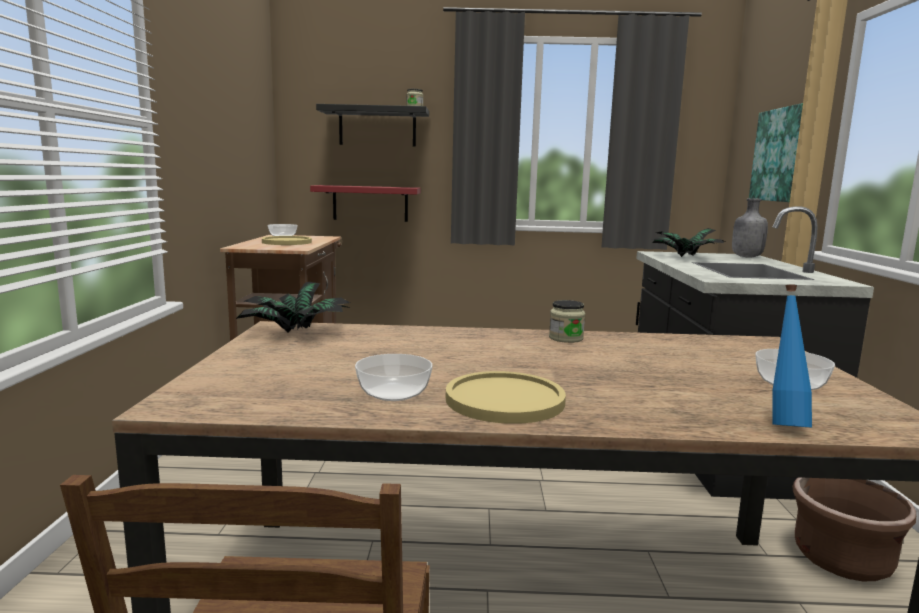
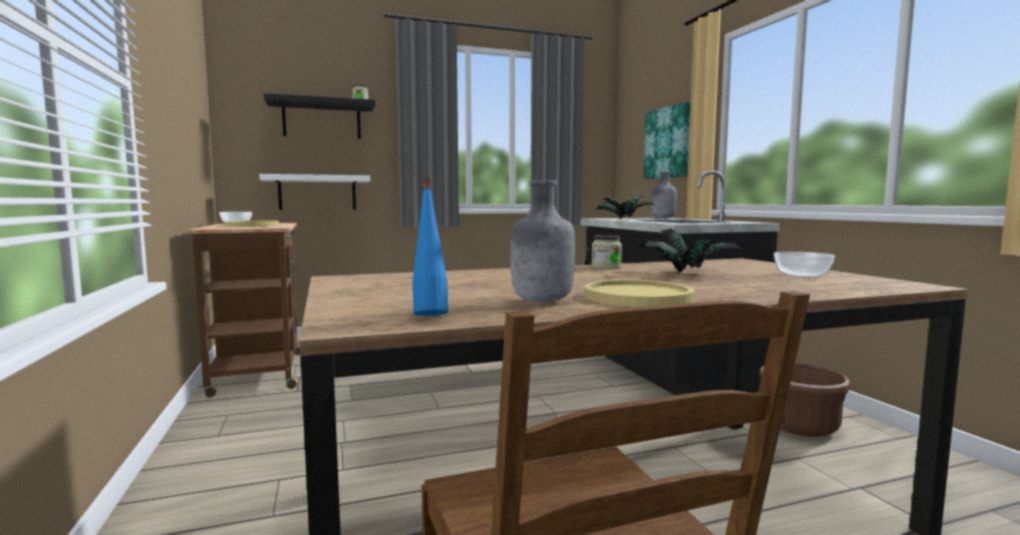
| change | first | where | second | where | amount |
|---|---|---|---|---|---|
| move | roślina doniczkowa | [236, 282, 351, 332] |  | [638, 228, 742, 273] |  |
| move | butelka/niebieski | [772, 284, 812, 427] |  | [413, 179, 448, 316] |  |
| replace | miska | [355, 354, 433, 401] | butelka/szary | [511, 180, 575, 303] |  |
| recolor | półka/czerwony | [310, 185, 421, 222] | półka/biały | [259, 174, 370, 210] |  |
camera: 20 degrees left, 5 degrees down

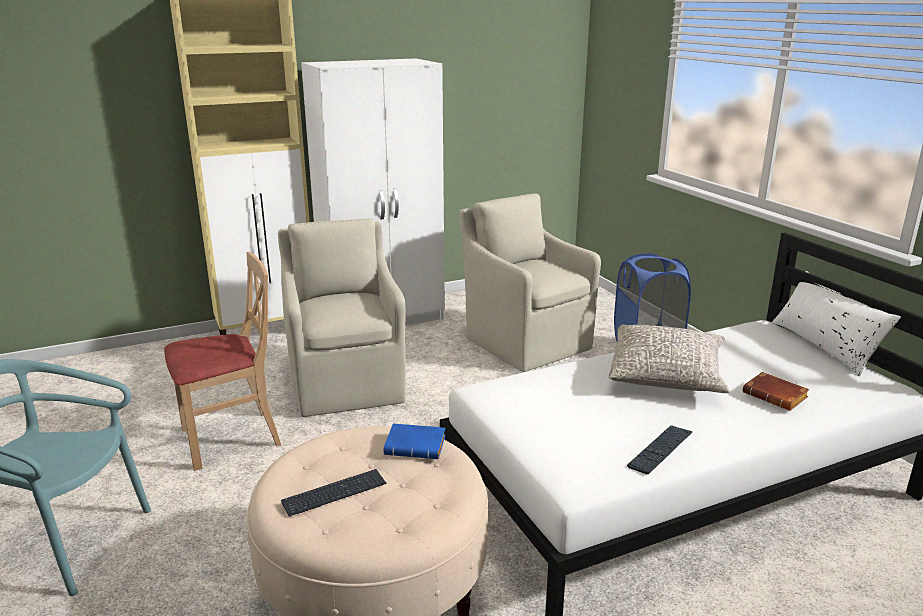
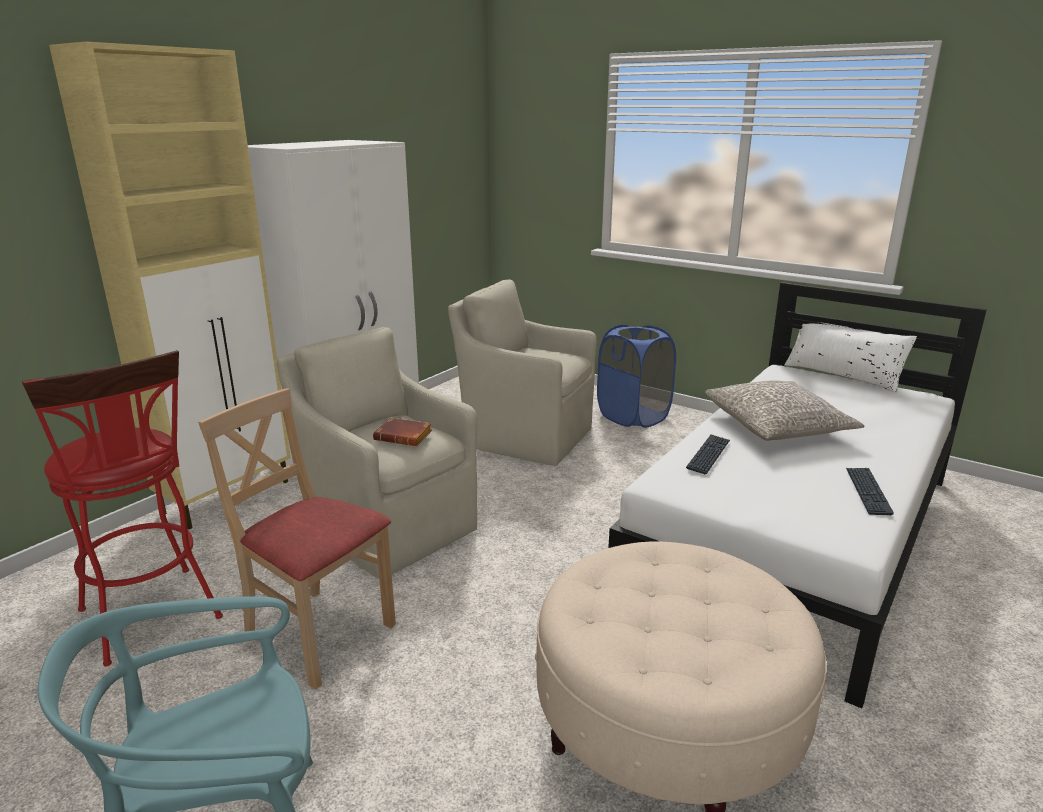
| change | first | where | second | where | amount |
|---|---|---|---|---|---|
| delete | książka/niebieski | [384, 424, 446, 459] |  |  |  |
| insert |  |  | stołek/czerwony | [22, 350, 223, 666] |  |
| move | klawiatura | [281, 469, 386, 517] |  | [686, 434, 730, 474] |  |
| move | książka/brązowy | [742, 372, 810, 411] |  | [373, 417, 432, 446] |  |
| rotate | krzesło/beżowy | [164, 252, 281, 471] |  | [198, 388, 396, 689] | 90 degrees counterclockwise |
camera: 30 degrees left, 0 degrees up

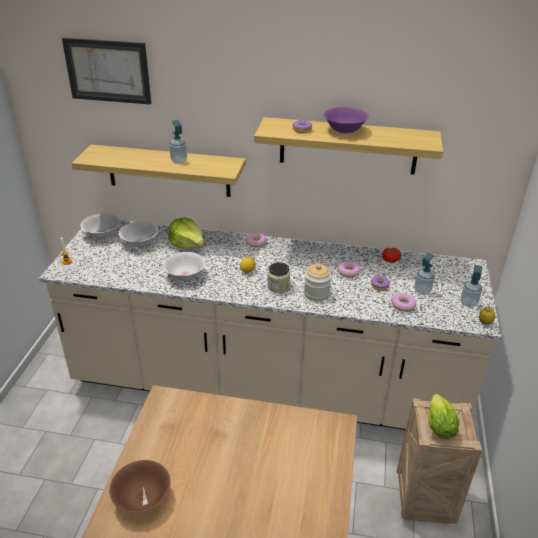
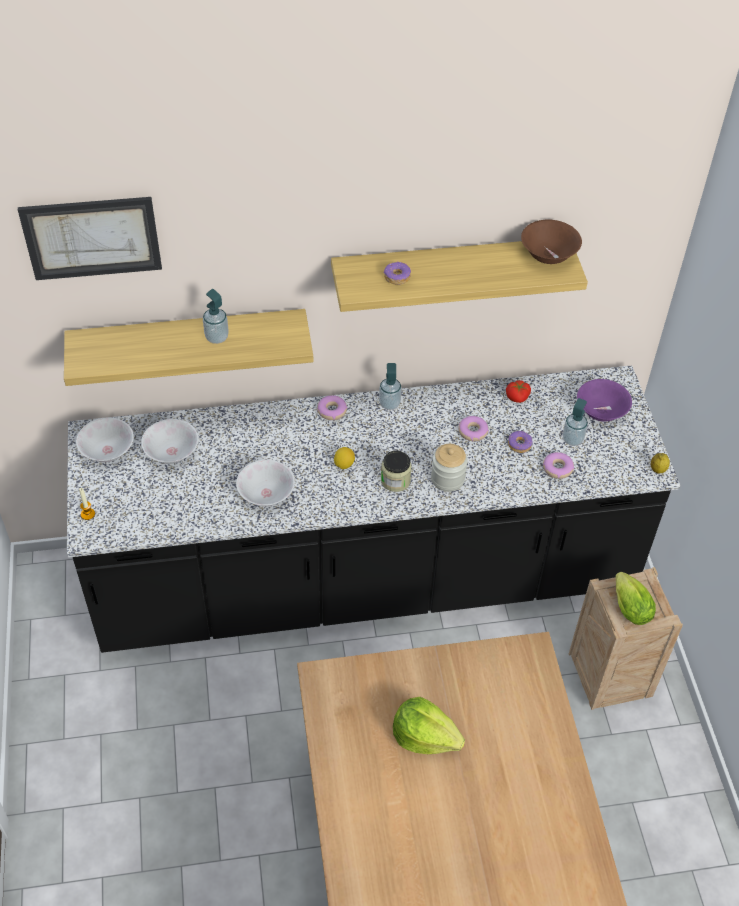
| change | first | where | second | where | amount |
|---|---|---|---|---|---|
| move | miska/brązowy | [109, 460, 171, 513] |  | [521, 220, 582, 264] |  |
| move | sałata | [169, 217, 204, 249] |  | [393, 697, 465, 754] |  |
| move | miska/fioletowy | [324, 107, 369, 134] |  | [577, 379, 632, 422] |  |
| move | dozownik mydła | [461, 265, 482, 307] |  | [379, 363, 402, 410] |  |
| recolor | zabudowa kuchenna/beżowy | [39, 220, 501, 430] | zabudowa kuchenna/czarny | [67, 365, 680, 653] |  |
camera: 20 degrees left, 15 degrees up

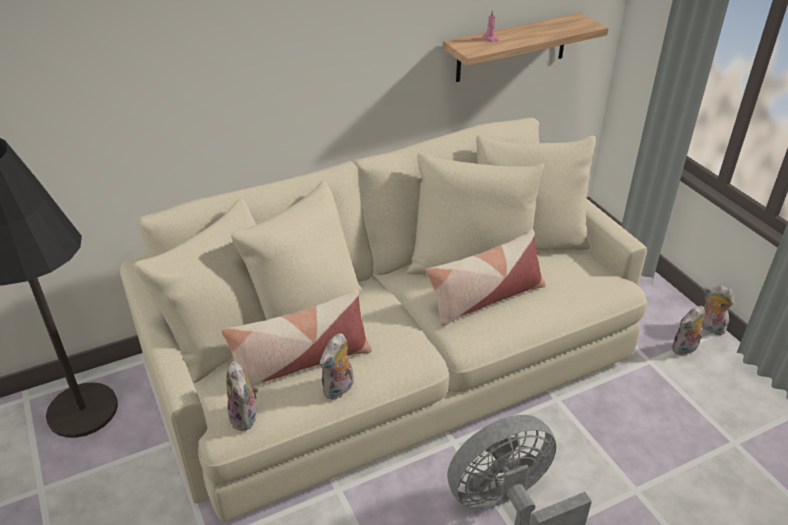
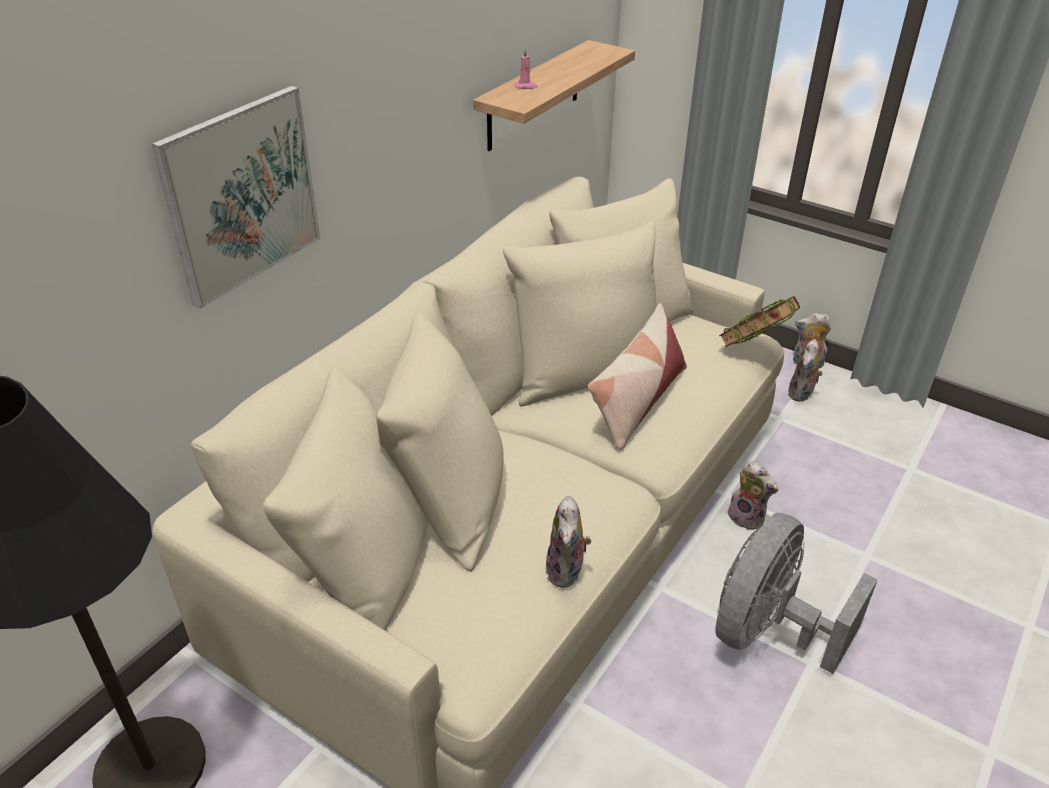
| change | first | where | second | where | amount |
|---|---|---|---|---|---|
| delete | poduszka | [221, 289, 372, 388] |  |  |  |
| insert |  |  | obraz | [152, 86, 320, 309] |  |
| insert |  |  | książka | [719, 296, 800, 347] |  |
| move | pluszak | [226, 361, 259, 431] |  | [728, 461, 779, 530] |  |
camera: 30 degrees left, 0 degrees up

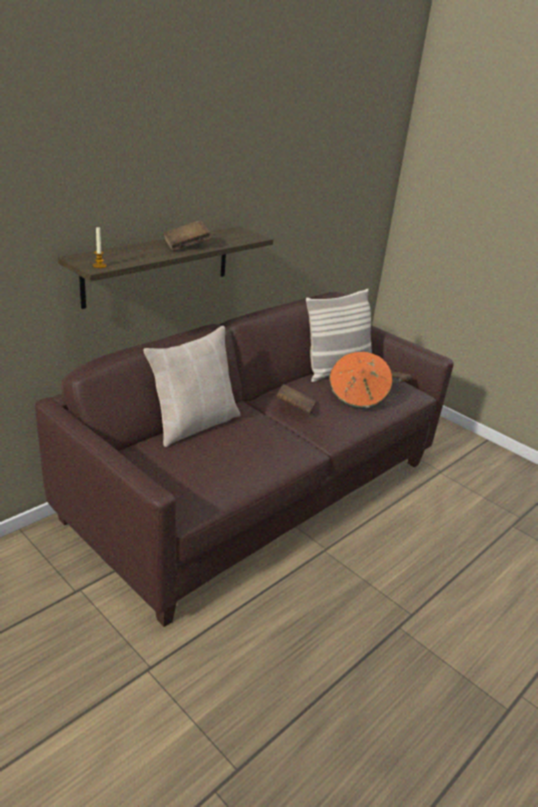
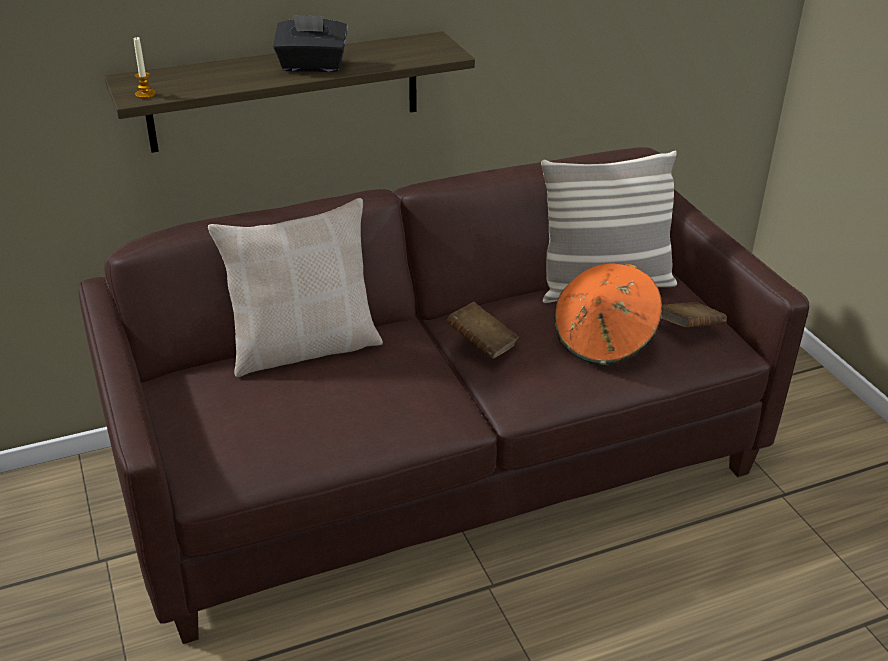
| change | first | where | second | where | amount |
|---|---|---|---|---|---|
| replace | książka/brązowy | [163, 220, 211, 251] | pudełko chusteczek/czarny | [273, 14, 348, 72] |  |
camera: 25 degrees right, 5 degrees up

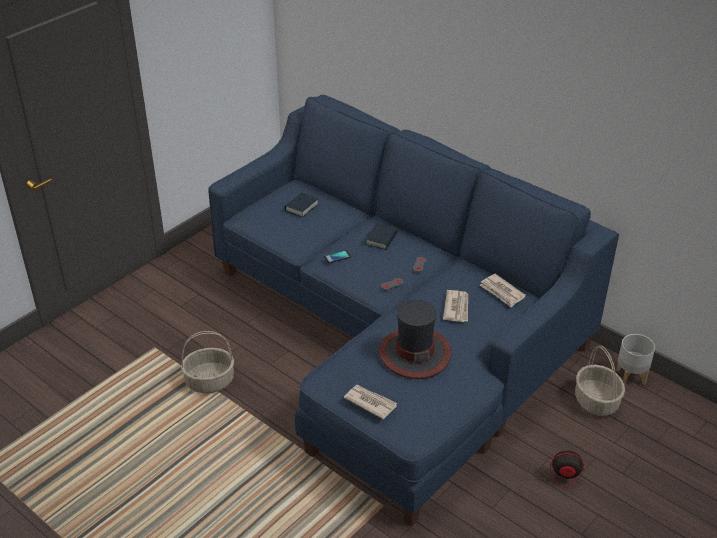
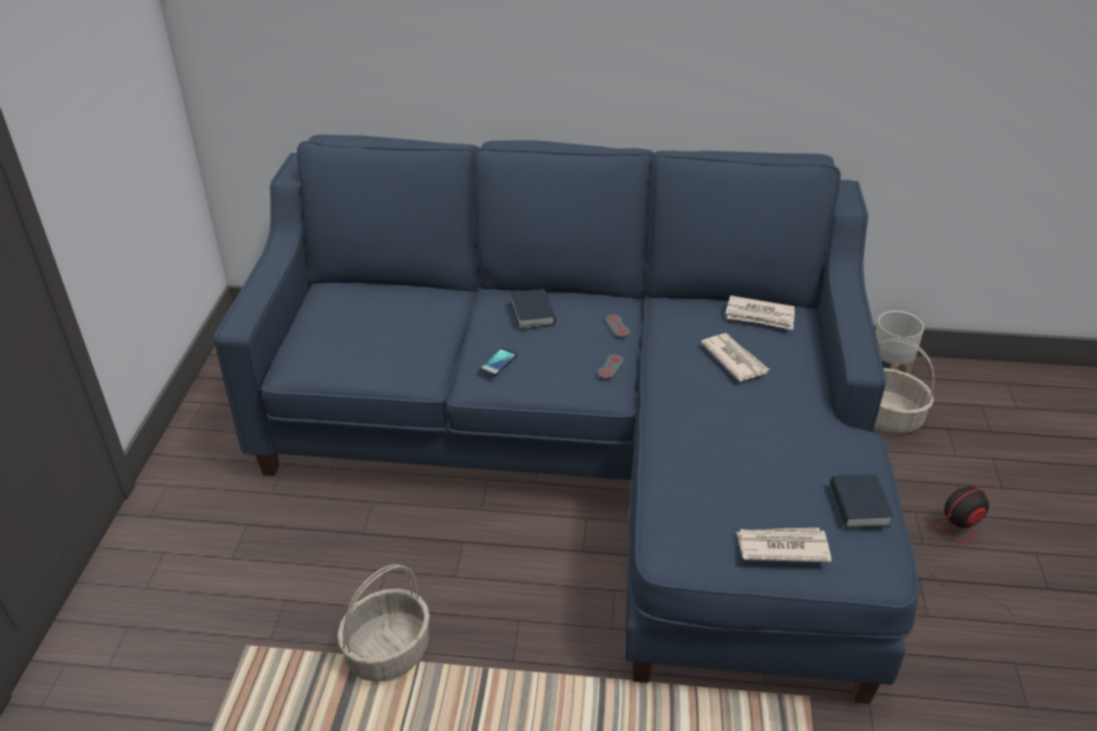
| change | first | where | second | where | amount |
|---|---|---|---|---|---|
| delete | kapelusz | [378, 300, 452, 379] |  |  |  |
| move | książka | [285, 192, 319, 217] |  | [830, 474, 893, 529] |  |
camera: 35 degrees left, 0 degrees up

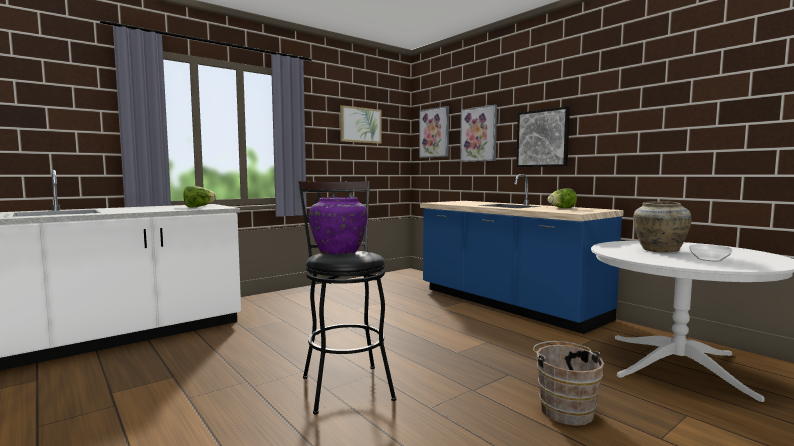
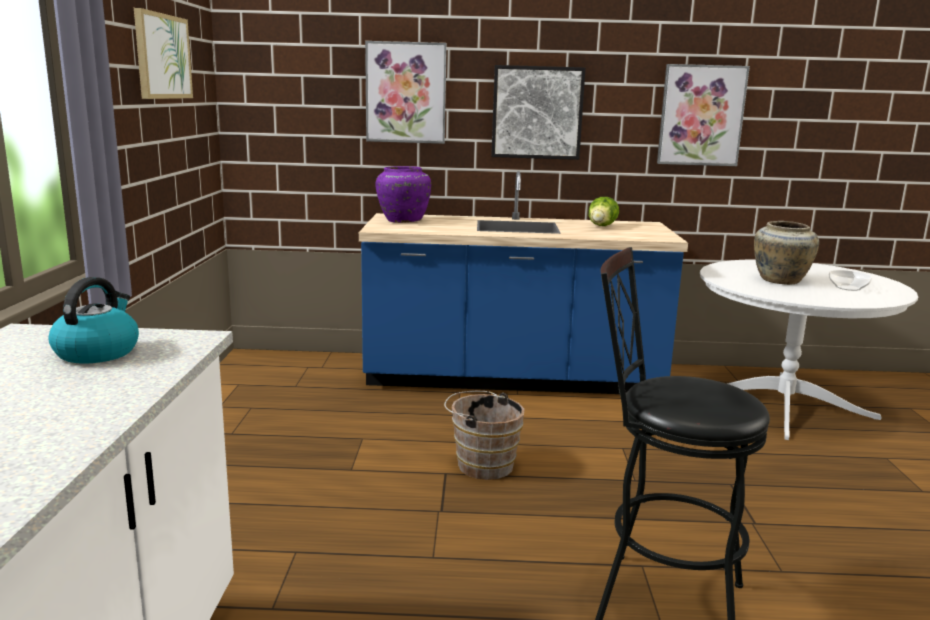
| change | first | where | second | where | amount |
|---|---|---|---|---|---|
| move | wazon/fioletowy | [309, 197, 368, 254] |  | [376, 166, 431, 223] |  |
| move | obraz | [419, 106, 449, 158] |  | [657, 64, 750, 166] |  |
| move | wiadro/brązowy | [533, 341, 604, 426] |  | [444, 391, 525, 480] |  |
| replace | sałata | [183, 186, 216, 207] | czajnik | [48, 277, 139, 364] |  |
camera: 50 degrees left, 10 degrees up

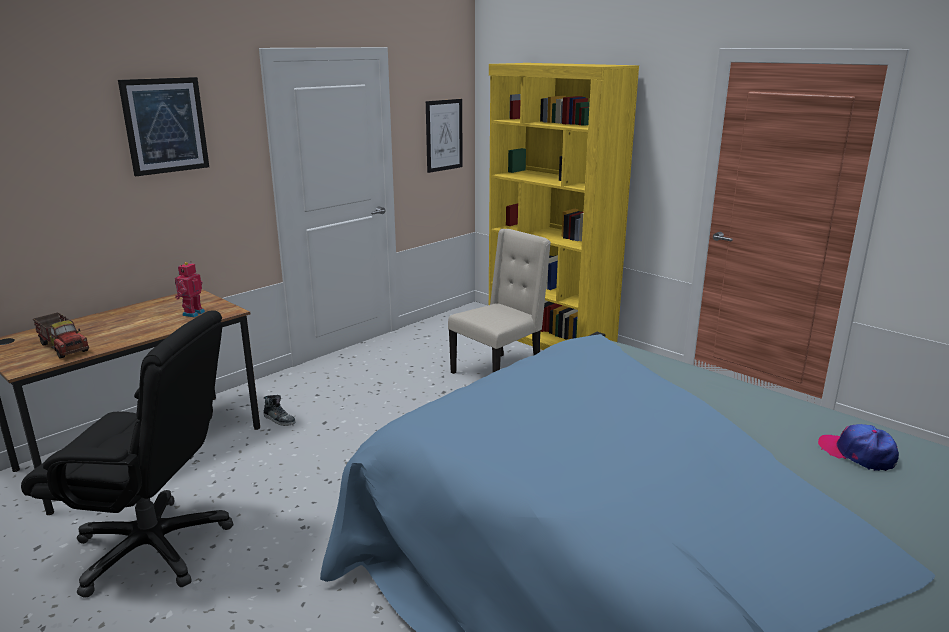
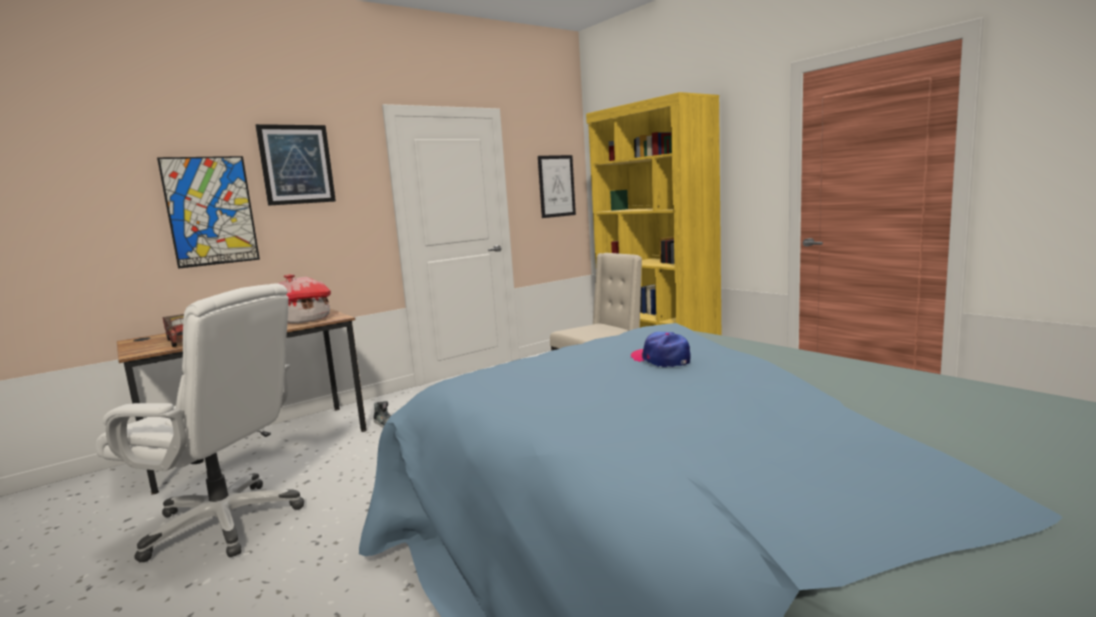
| change | first | where | second | where | amount |
|---|---|---|---|---|---|
| insert |  |  | obraz | [157, 156, 260, 269] |  |
| move | czapka z daszkiem | [818, 424, 899, 471] |  | [630, 332, 691, 367] |  |
| replace | robot zabawkowy | [175, 261, 205, 318] | domek | [277, 274, 331, 324] |  |
| recolor | krzesło biurowe/czarny | [21, 310, 233, 598] | krzesło biurowe/biały | [96, 283, 304, 562] |  |
camera: 10 degrees right, 10 degrees down

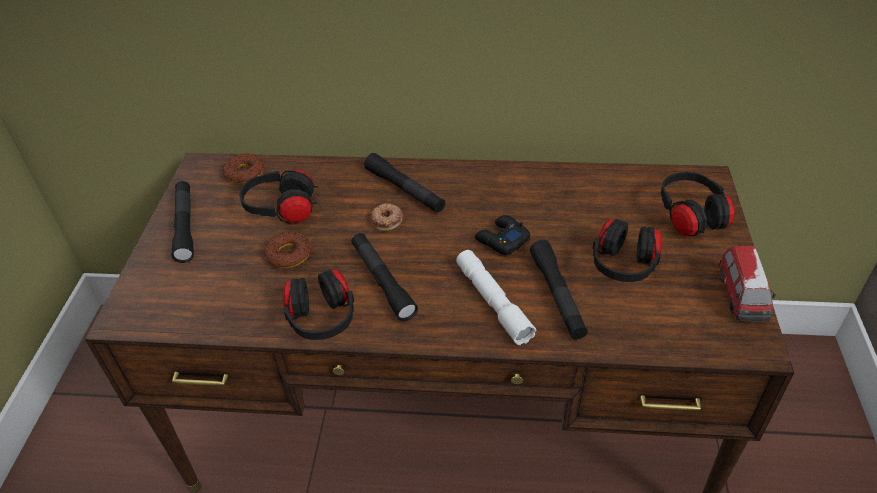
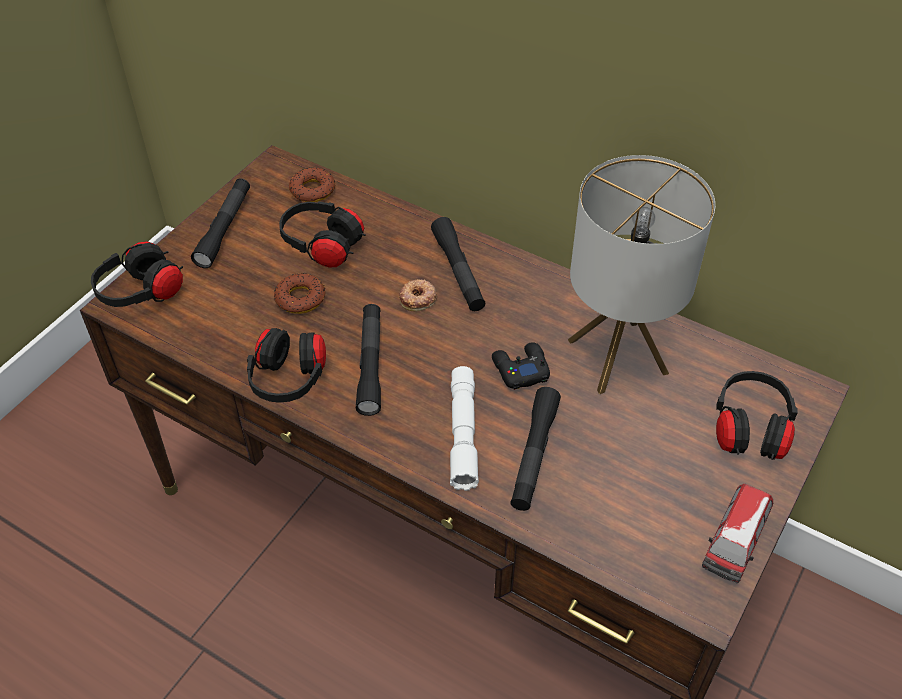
| change | first | where | second | where | amount |
|---|---|---|---|---|---|
| insert |  |  | lampa stołowa | [568, 155, 715, 394] |  |
| move | słuchawki/czarny | [593, 219, 662, 282] |  | [91, 241, 183, 307] |  |
camera: 25 degrees right, 5 degrees up

